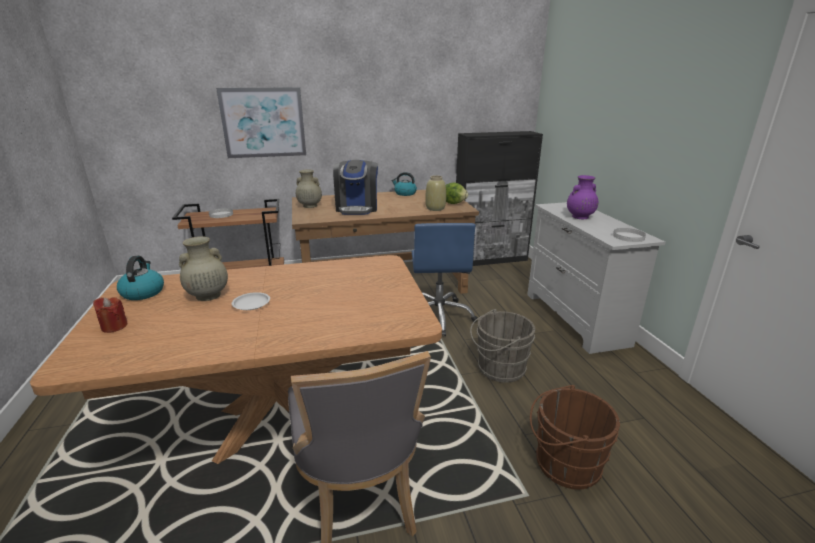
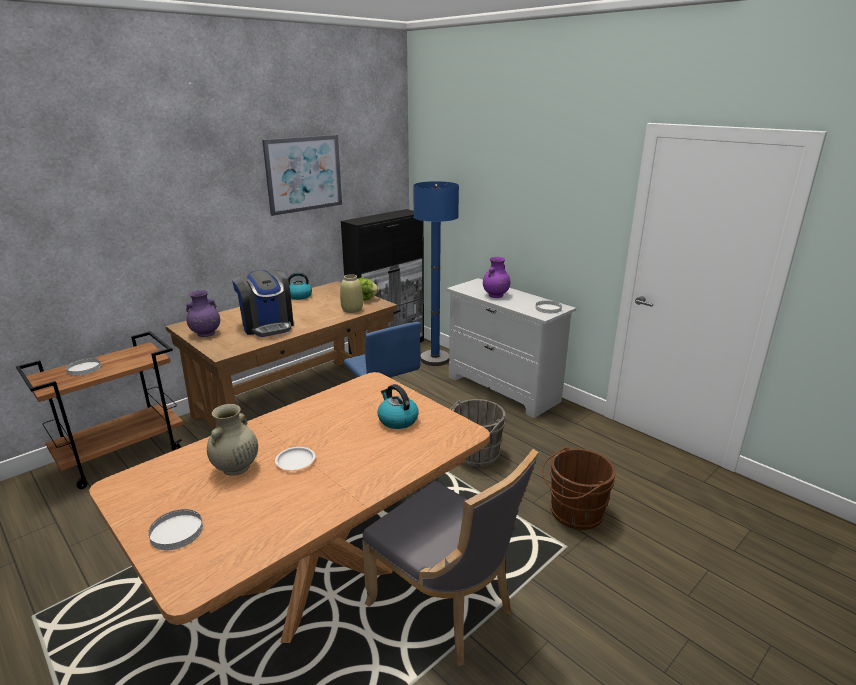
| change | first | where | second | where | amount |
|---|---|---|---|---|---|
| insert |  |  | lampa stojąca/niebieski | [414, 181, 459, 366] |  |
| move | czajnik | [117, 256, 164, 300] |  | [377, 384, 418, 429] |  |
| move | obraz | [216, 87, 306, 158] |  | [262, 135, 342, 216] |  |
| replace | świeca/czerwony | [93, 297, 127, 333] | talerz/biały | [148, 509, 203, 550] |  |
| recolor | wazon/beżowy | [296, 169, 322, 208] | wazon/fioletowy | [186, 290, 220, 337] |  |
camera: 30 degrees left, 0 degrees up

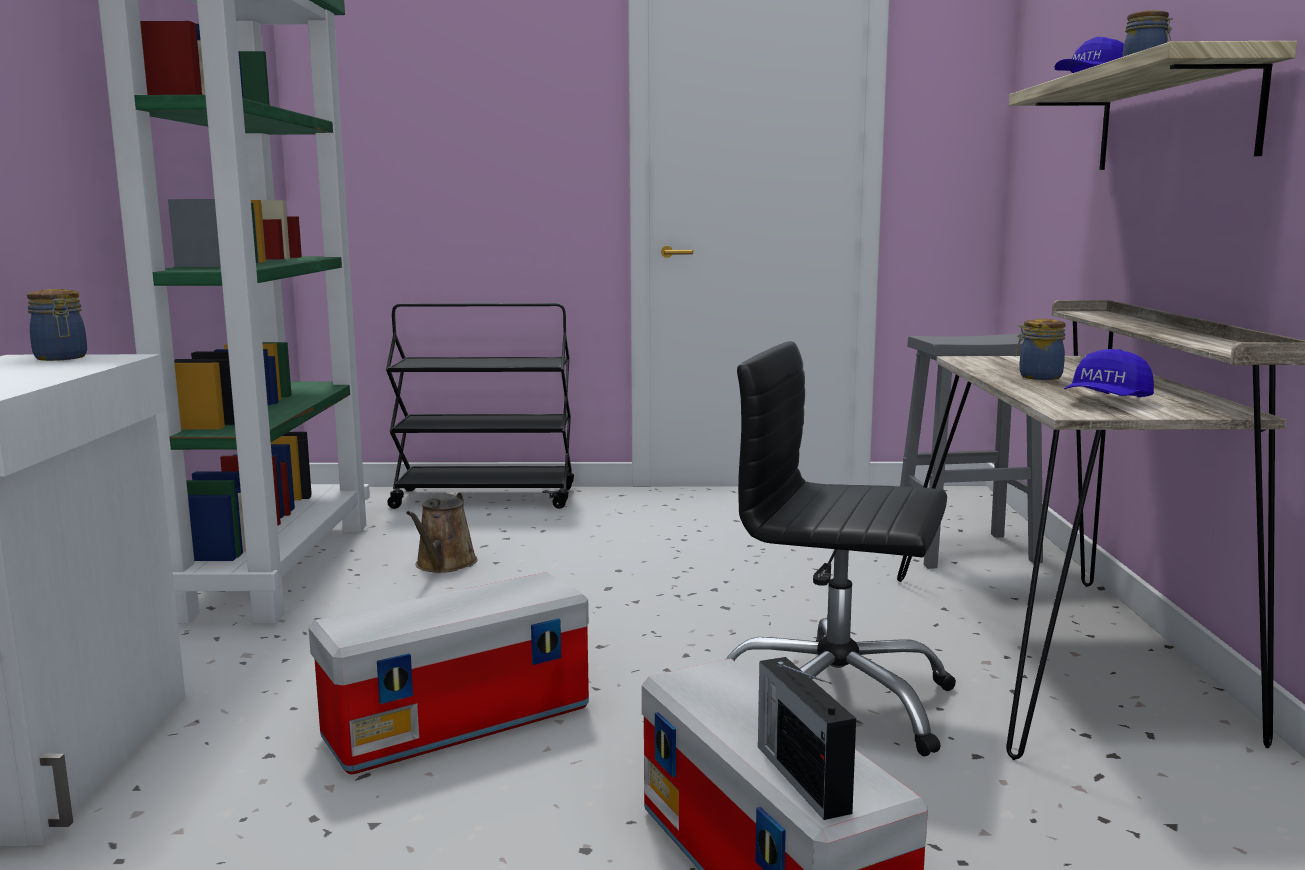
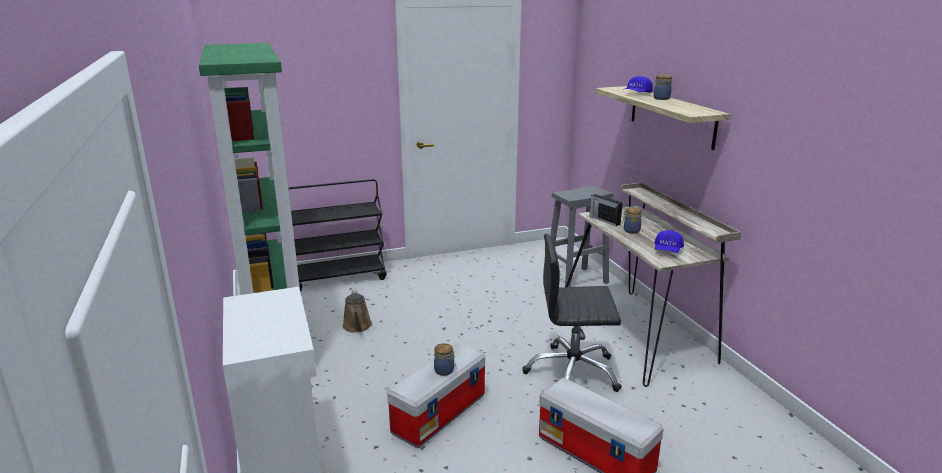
| change | first | where | second | where | amount |
|---|---|---|---|---|---|
| move | słoik | [27, 289, 87, 361] |  | [434, 343, 455, 376] |  |
| move | radio | [758, 657, 856, 820] |  | [590, 194, 623, 226] |  |
camera: 20 degrees left, 10 degrees up

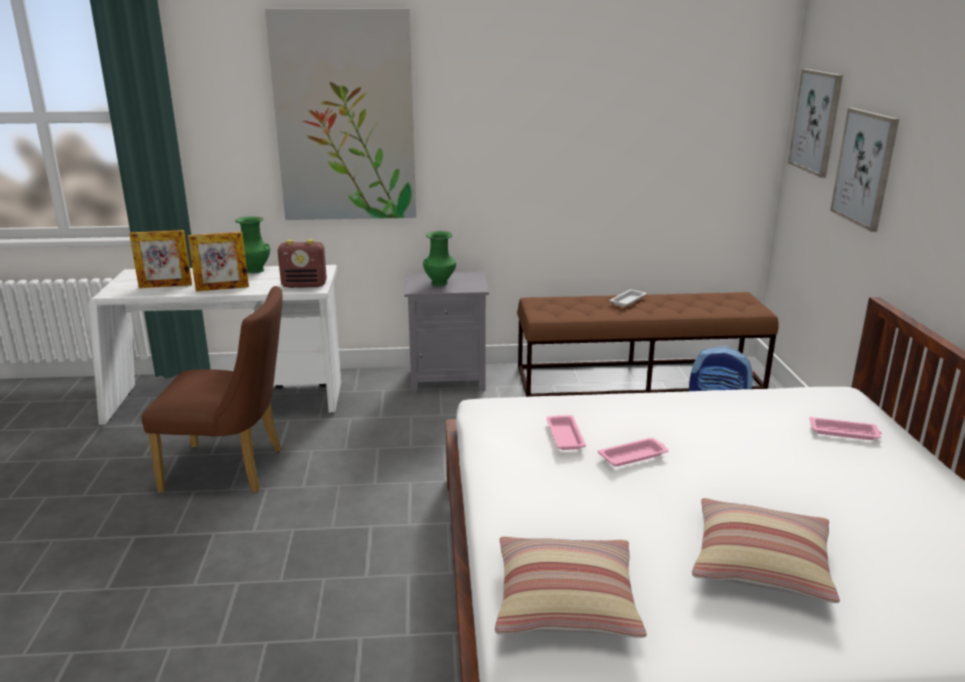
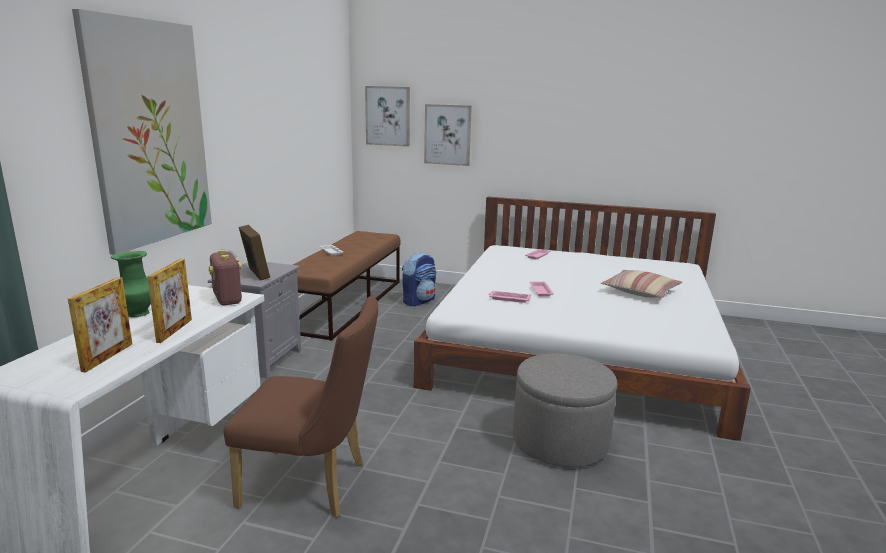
| change | first | where | second | where | amount |
|---|---|---|---|---|---|
| delete | poduszka | [495, 536, 647, 638] |  |  |  |
| insert |  |  | pufa/szary | [513, 353, 617, 467] |  |
| replace | wazon/zielony | [423, 231, 456, 286] | ramka na zdjęcie | [239, 225, 270, 281] |  |
| rotate | krzesło/brązowy | [142, 286, 283, 493] |  | [224, 296, 378, 517] | 75 degrees clockwise |
| rotate | radio | [278, 239, 327, 288] |  | [208, 250, 243, 305] | 135 degrees clockwise |
camera: 70 degrees left, 5 degrees down

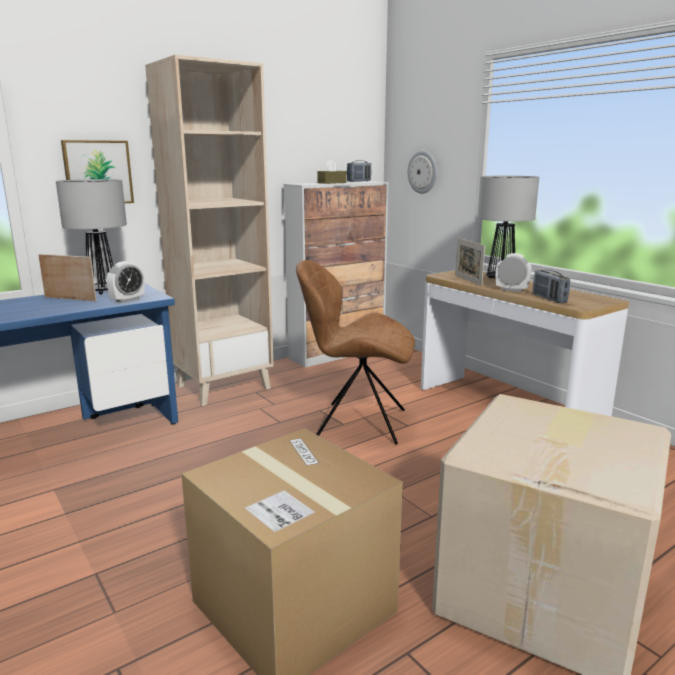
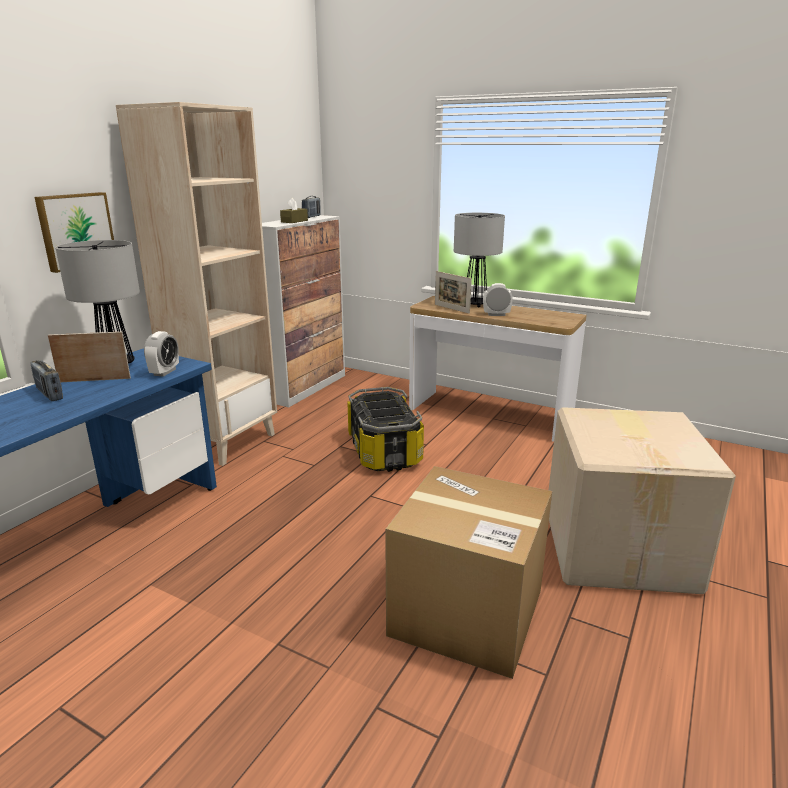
| change | first | where | second | where | amount |
|---|---|---|---|---|---|
| delete | zegar ścienny | [408, 150, 437, 194] |  |  |  |
| move | radio | [533, 270, 570, 303] |  | [30, 360, 63, 401] |  |
| replace | krzesło/brązowy | [296, 260, 415, 444] | pojemnik do przechowywania | [347, 387, 424, 472] |  |
camera: 25 degrees left, 5 degrees up

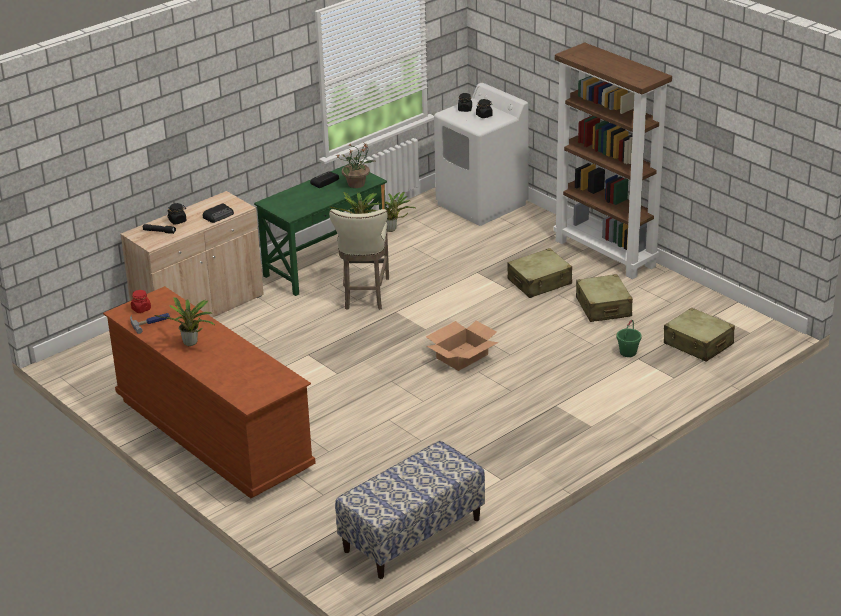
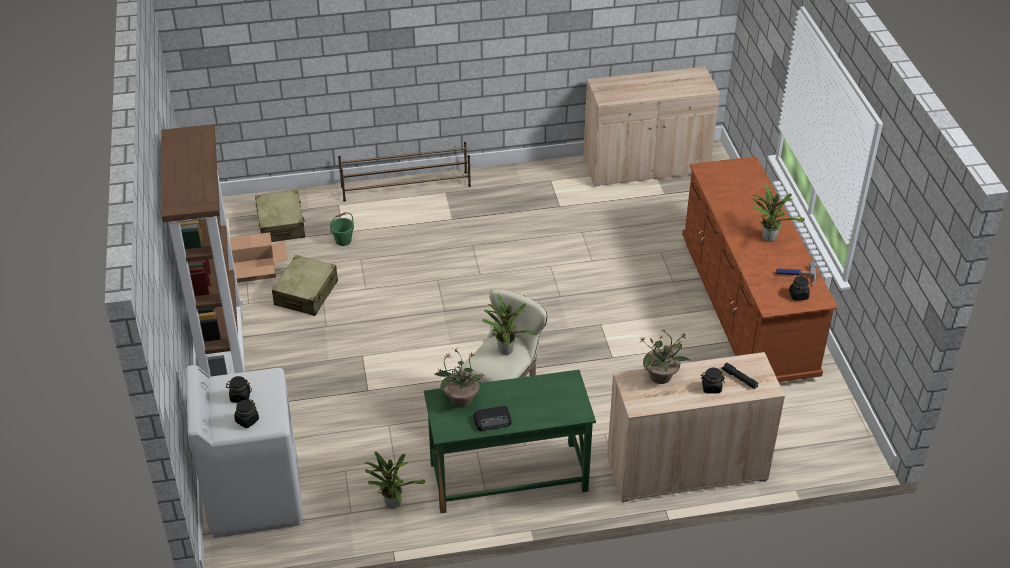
| change | first | where | second | where | amount |
|---|---|---|---|---|---|
| delete | walizka/beżowy | [507, 248, 572, 298] |  |  |  |
| insert |  |  | regał na buty/brązowy | [338, 142, 471, 202] |  |
| move | karton | [426, 321, 499, 371] |  | [230, 232, 287, 283] |  |
| replace | radio | [203, 203, 234, 223] | roślina doniczkowa | [639, 329, 691, 384] |  |
| replace | ławka | [335, 441, 485, 579] | szafka/beżowy | [583, 66, 720, 187] |  |
| recolor | słoik/czerwony | [131, 290, 151, 313] | słoik/czarny | [789, 275, 810, 301] |  |
camera: 150 degrees left, 10 degrees up

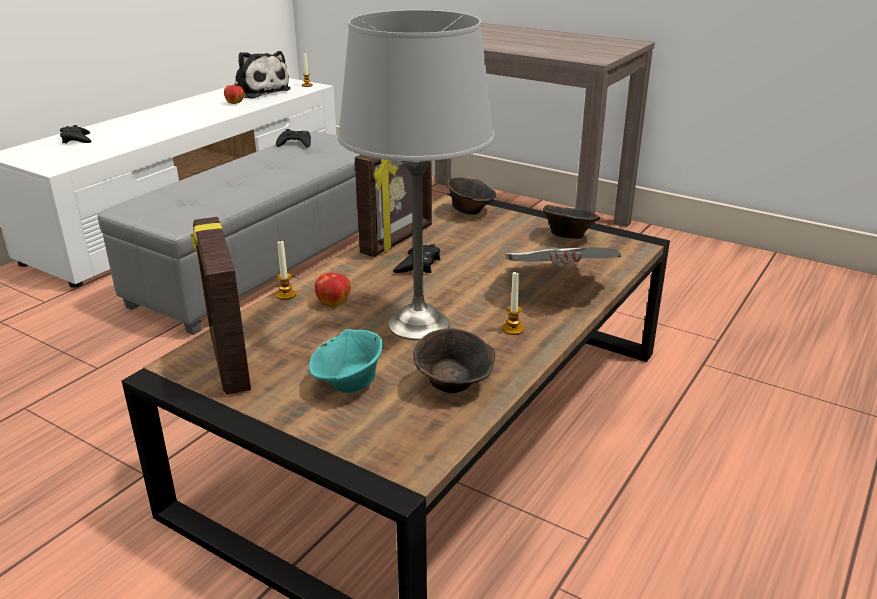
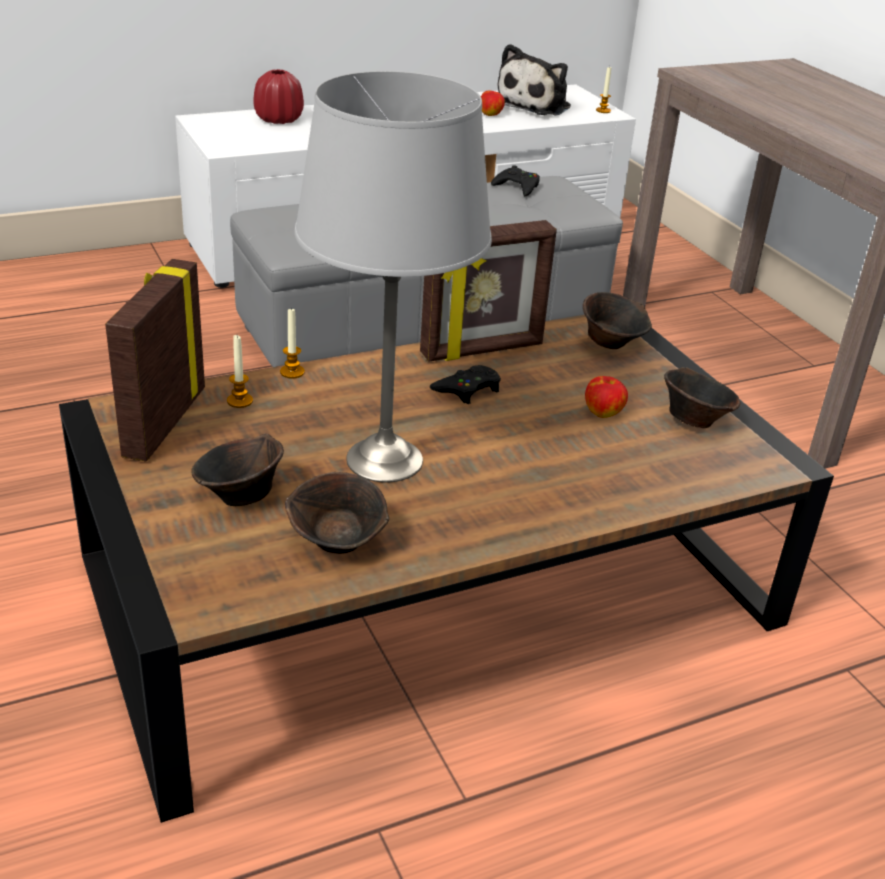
| change | first | where | second | where | amount |
|---|---|---|---|---|---|
| delete | gazeta | [505, 247, 622, 267] |  |  |  |
| move | jabłko | [315, 272, 350, 307] |  | [585, 376, 628, 418] |  |
| move | świeca | [502, 272, 524, 335] |  | [227, 335, 253, 408] |  |
| replace | pad do gier/czarny | [60, 125, 91, 144] | wazon/czerwony | [253, 69, 304, 124] |  |
| recolor | miska/turkusowy | [309, 329, 383, 393] | miska/brązowy | [191, 434, 284, 506] |  |
| rotate | pluszak | [234, 51, 291, 99] |  | [498, 44, 571, 116] | 45 degrees clockwise |
camera: 30 degrees right, 5 degrees up

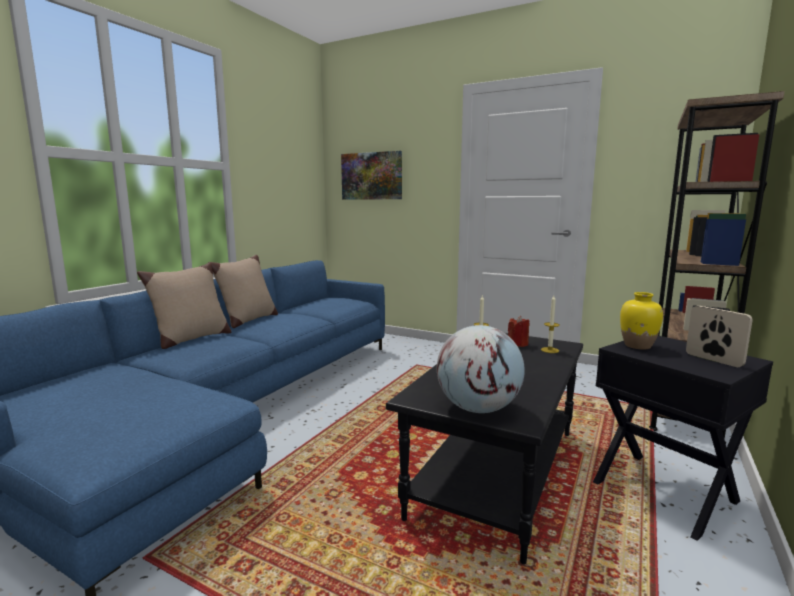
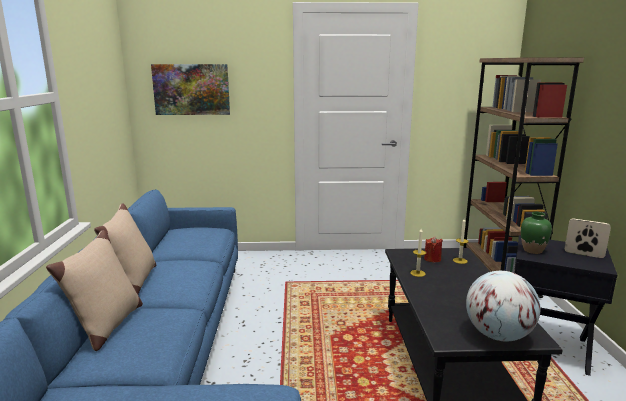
| change | first | where | second | where | amount |
|---|---|---|---|---|---|
| recolor | wazon/żółty | [620, 292, 663, 349] | wazon/zielony | [521, 212, 552, 254] |  |
camera: 30 degrees left, 5 degrees up

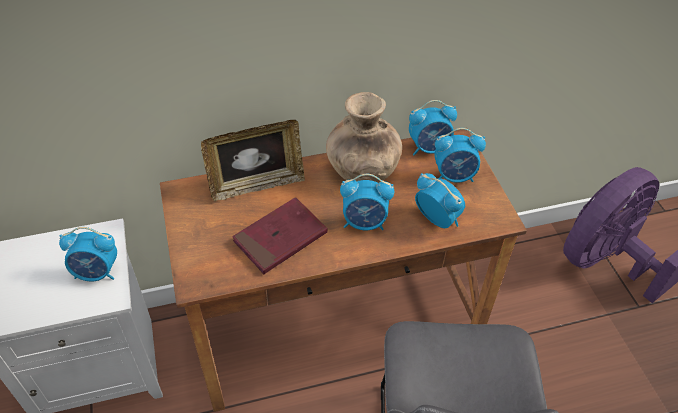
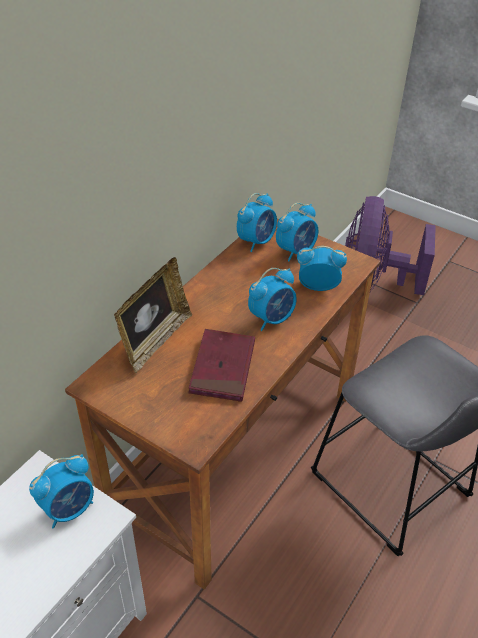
| change | first | where | second | where | amount |
|---|---|---|---|---|---|
| delete | wazon/brązowy | [326, 92, 402, 183] |  |  |  |
camera: 40 degrees left, 5 degrees down

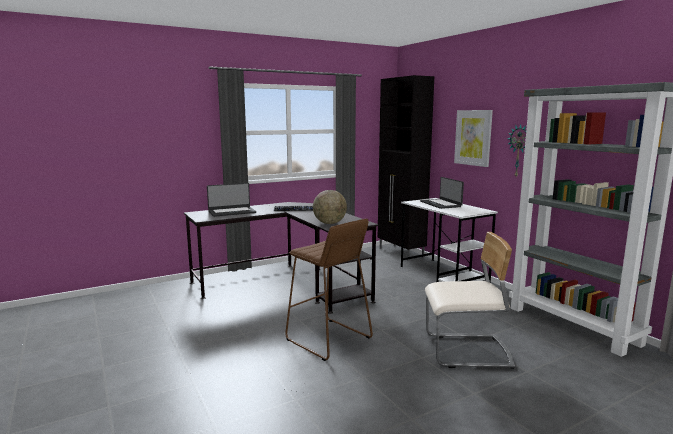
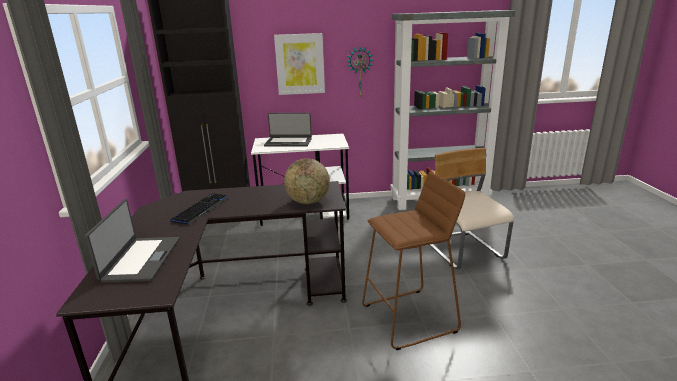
| change | first | where | second | where | amount |
|---|---|---|---|---|---|
| rotate | krzesło/beżowy | [425, 232, 515, 369] |  | [429, 148, 514, 269] | 45 degrees counterclockwise |
camera: 65 degrees left, 10 degrees up

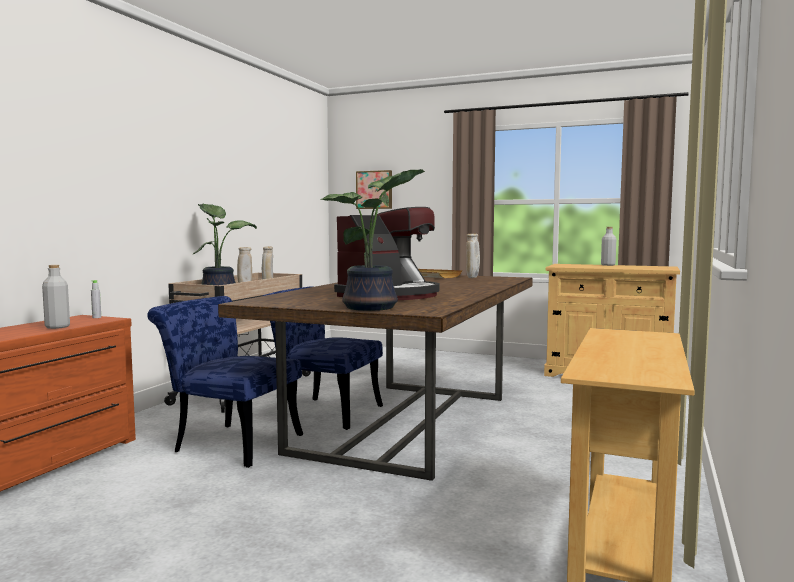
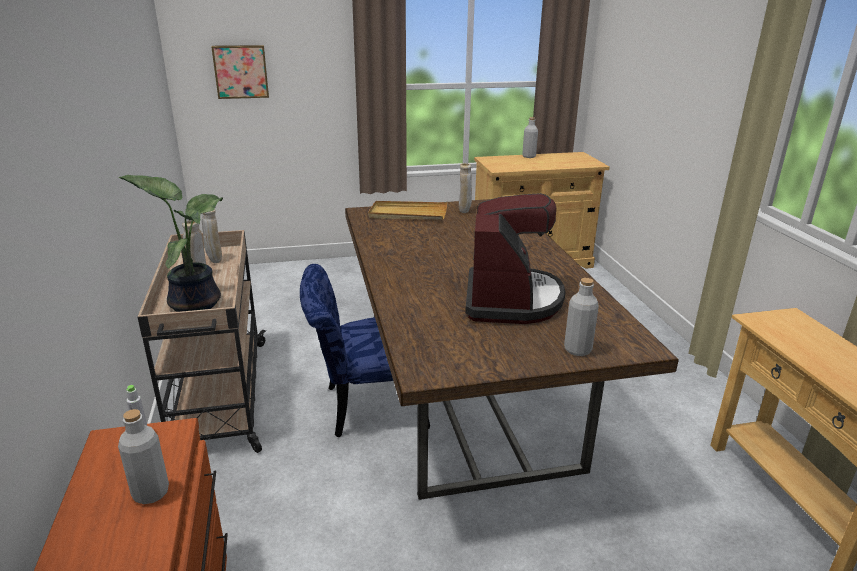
| change | first | where | second | where | amount |
|---|---|---|---|---|---|
| delete | krzesło/niebieski | [147, 296, 303, 468] |  |  |  |
| replace | roślina doniczkowa | [320, 169, 425, 311] | butelka/szary | [564, 278, 599, 356] |  |
camera: 35 degrees left, 20 degrees up

